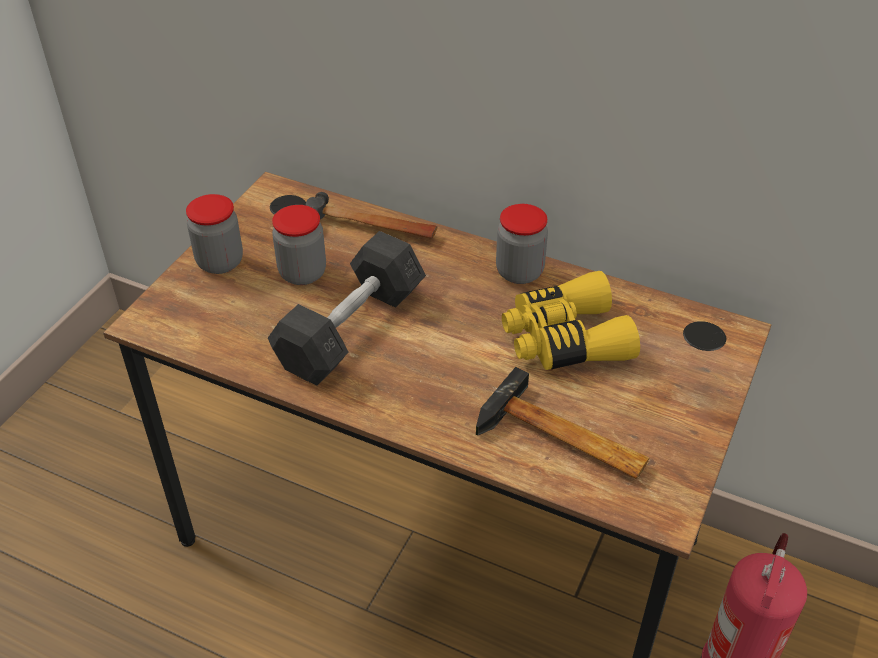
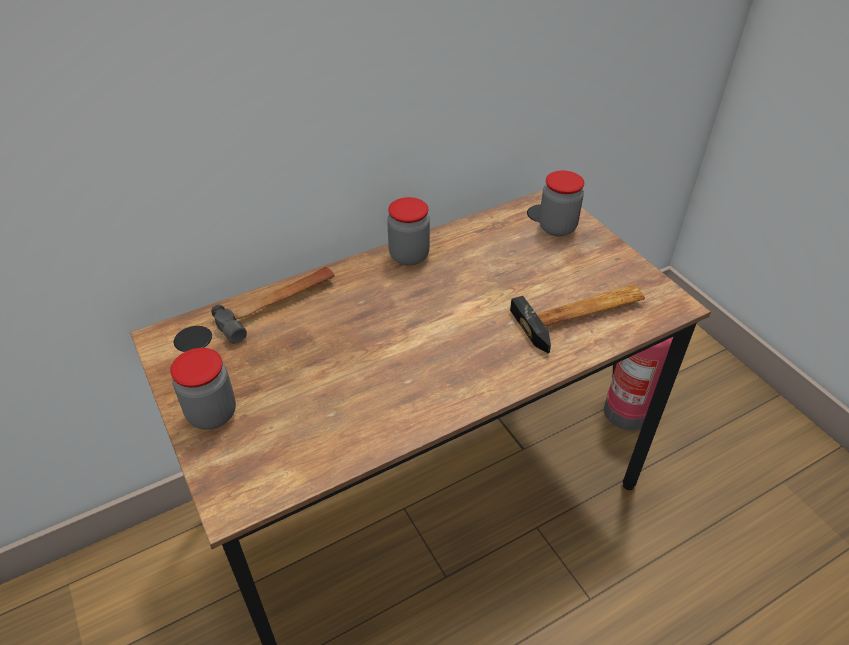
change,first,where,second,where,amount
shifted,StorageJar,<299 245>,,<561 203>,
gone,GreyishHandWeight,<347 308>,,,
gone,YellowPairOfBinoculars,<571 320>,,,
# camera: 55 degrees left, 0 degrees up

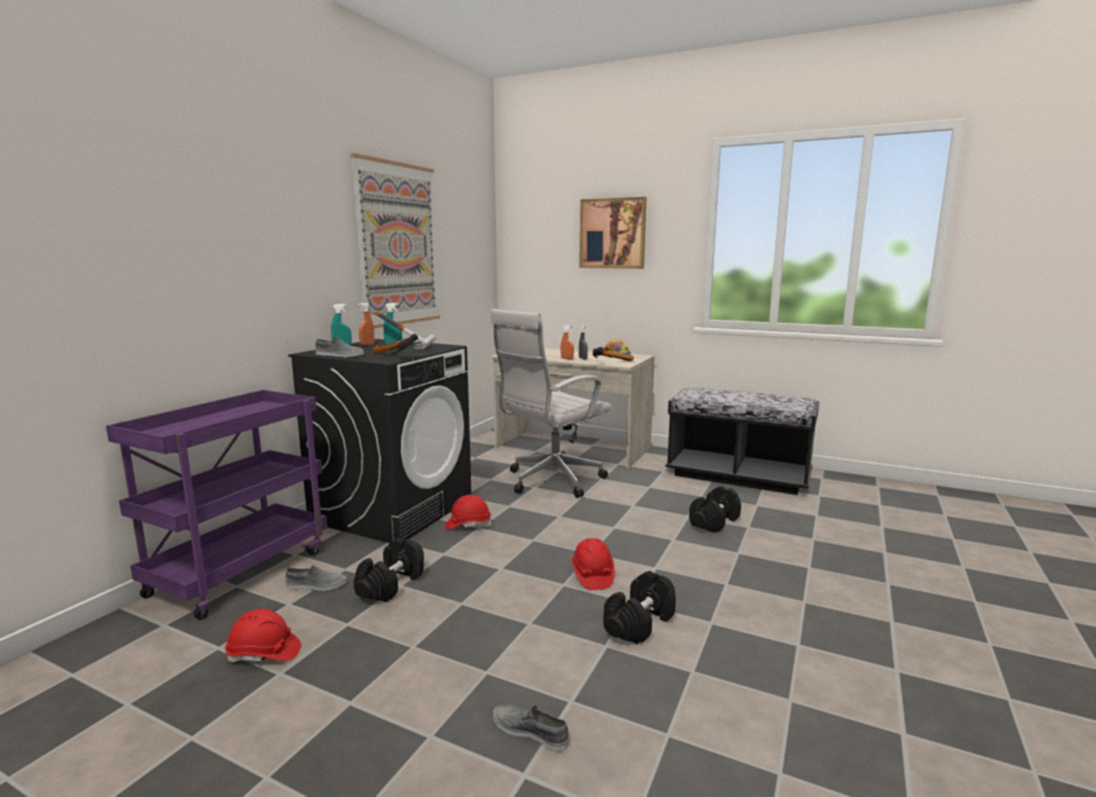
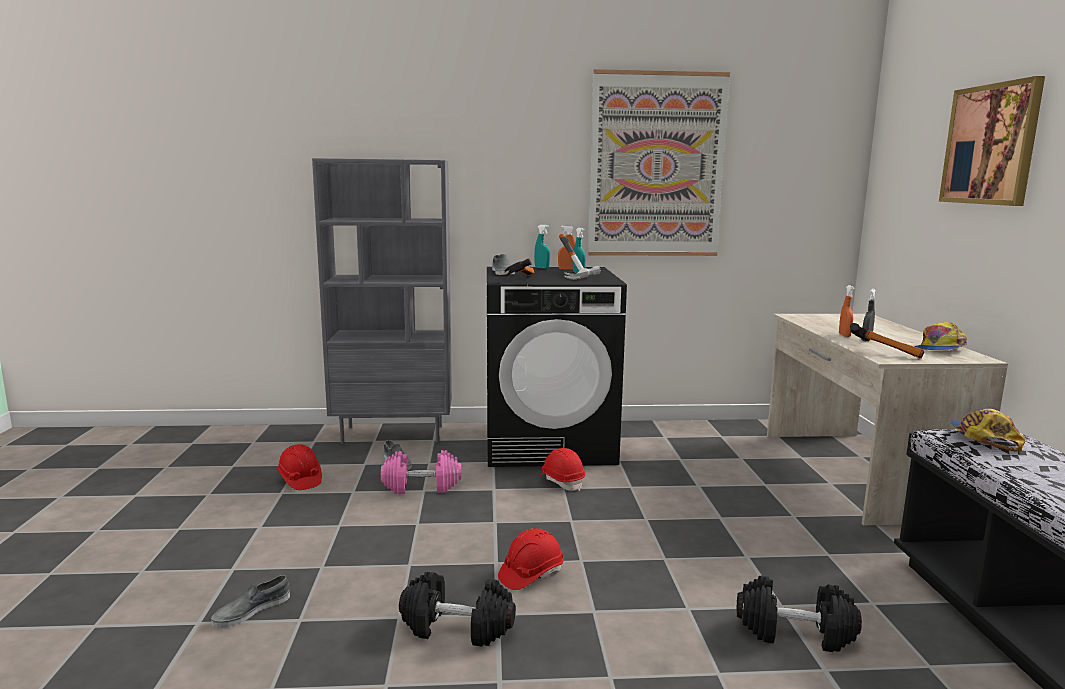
change,first,where,second,where,amount
rotated,GreyishLowShoe,<531 728>,,<250 601>,135 degrees counterclockwise
swapped,PurpleCart,<216 505>,GreyishBookcase,<382 301>,
repainted,BlackishHandWeight,<388 570>,PinkHandWeight,<421 472>,
new,,,BaseballCap,<987 430>,
gone,WhiteComputerChair,<551 403>,,,
# camera: 60 degrees right, 0 degrees up

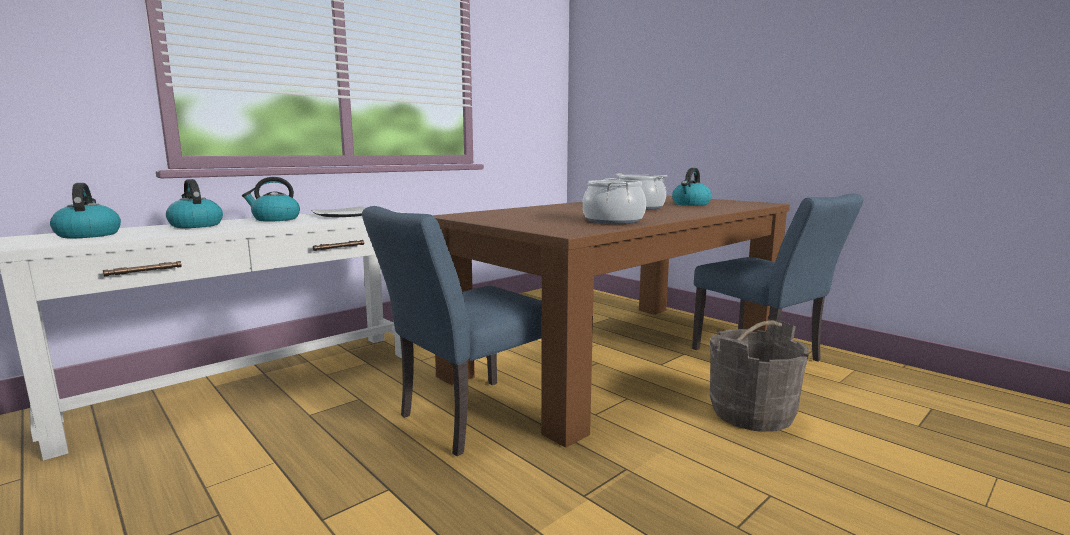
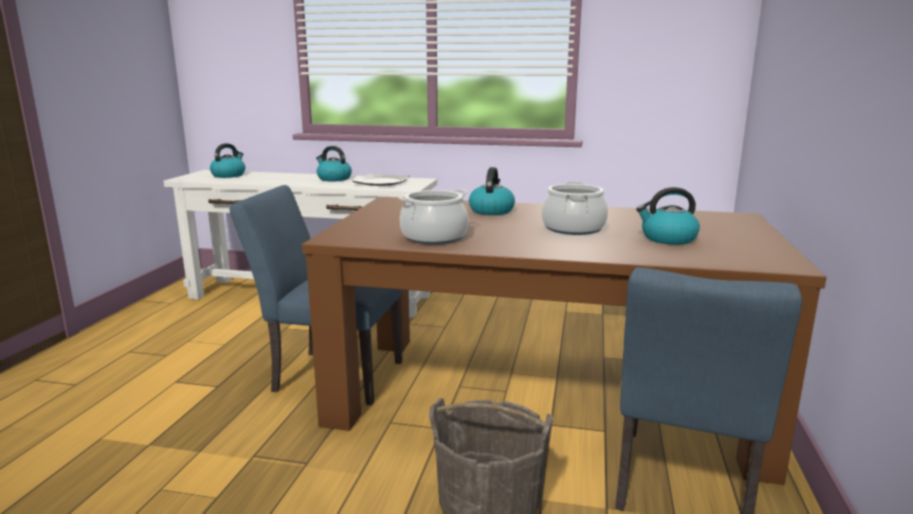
change,first,where,second,where,amount
shifted,WaterKettle,<194 203>,,<492 191>,
# camera: 55 degrees right, 5 degrees up

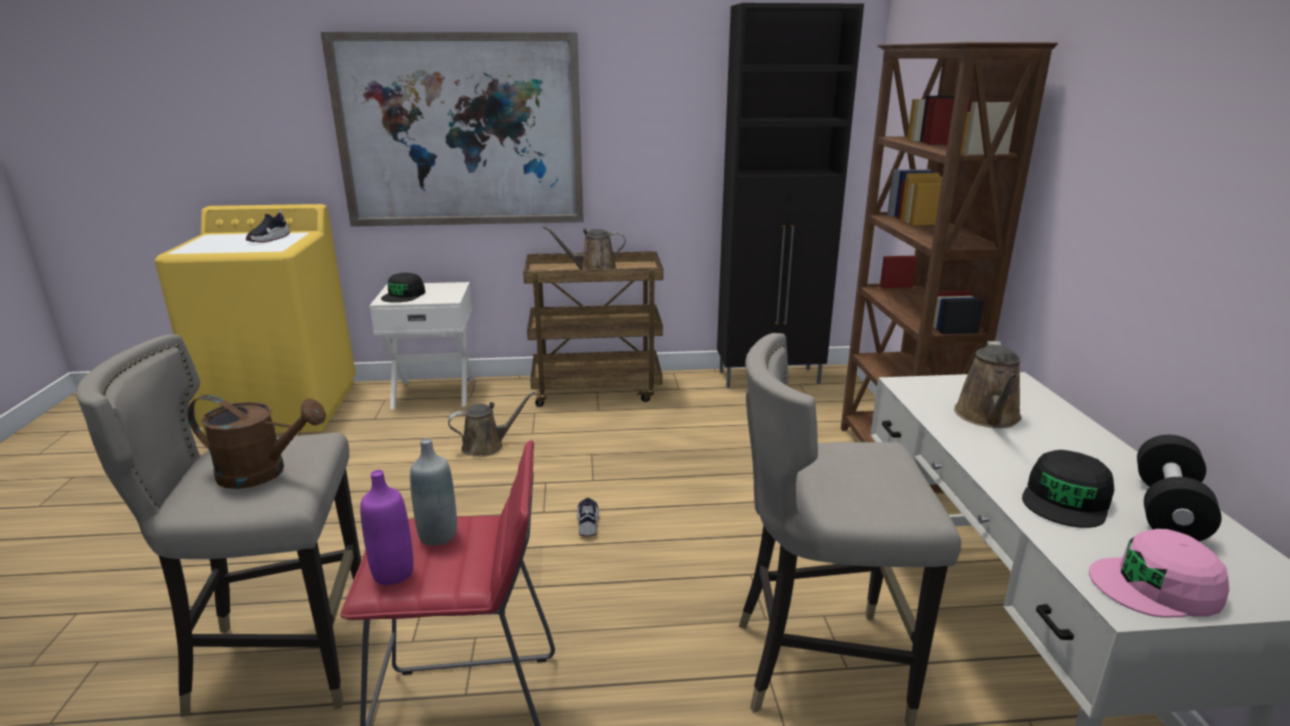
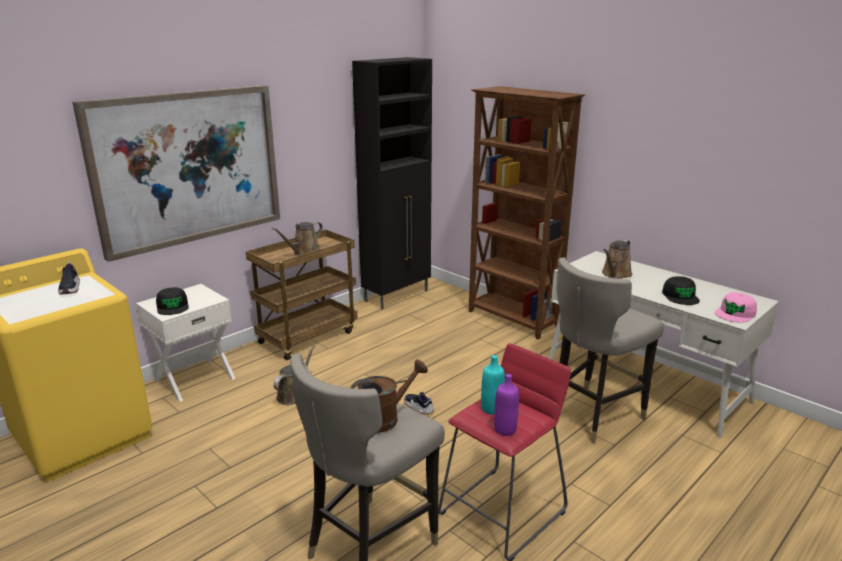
change,first,where,second,where,amount
repainted,GreyishDrinkBottle,<433 492>,TurquoiseDrinkBottle,<493 385>,
rotated,BrownSprinklingCan,<988 384>,,<617 259>,60 degrees clockwise
gone,BlackishHandWeight,<1179 488>,,,
# camera: 40 degrees left, 0 degrees up

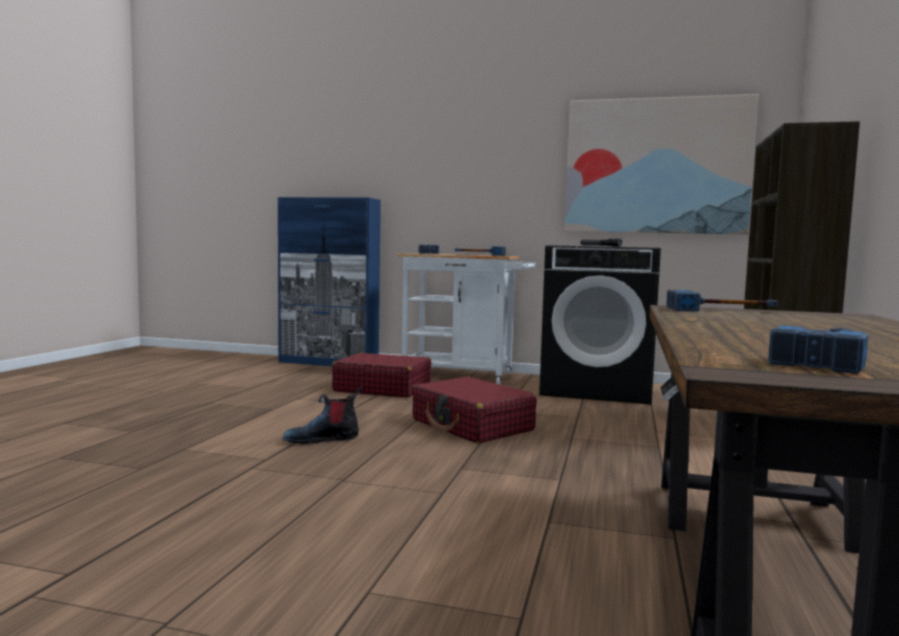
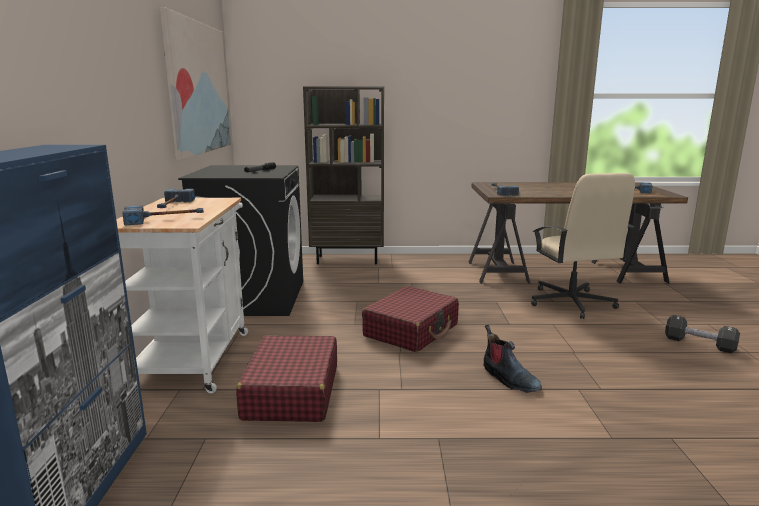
change,first,where,second,where,amount
new,,,SandColouredComputerChair,<583 246>,
new,,,BlackishHandWeight,<702 334>,
# camera: 105 degrees left, 10 degrees up

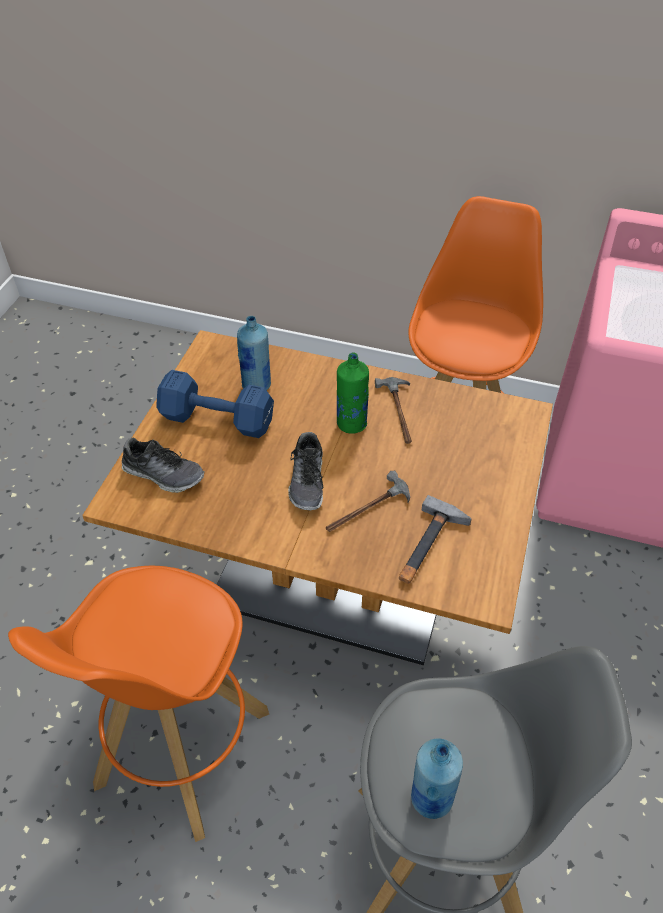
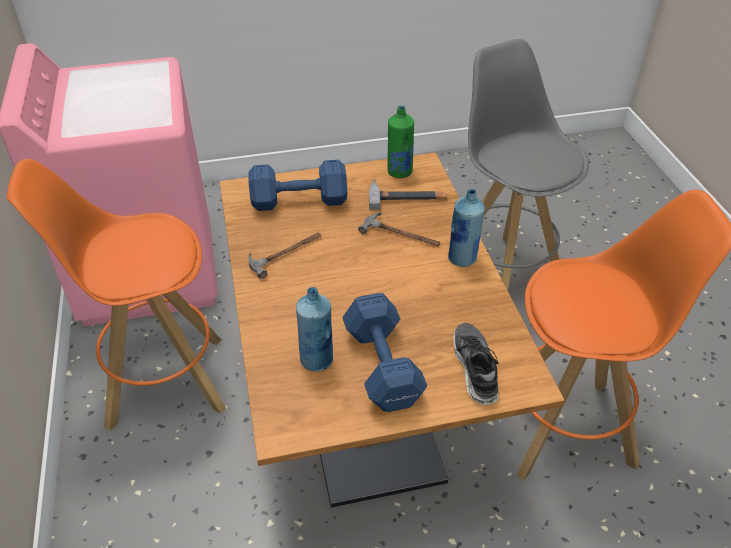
change,first,where,second,where,amount
new,,,BlueHandWeight,<298 185>,
shifted,GreenDrinkBottle,<353 393>,,<400 142>,
shifted,BlueDrinkBottle,<437 778>,,<466 228>,
gone,LowShoe,<305 471>,,,
# camera: 120 degrees left, 5 degrees down

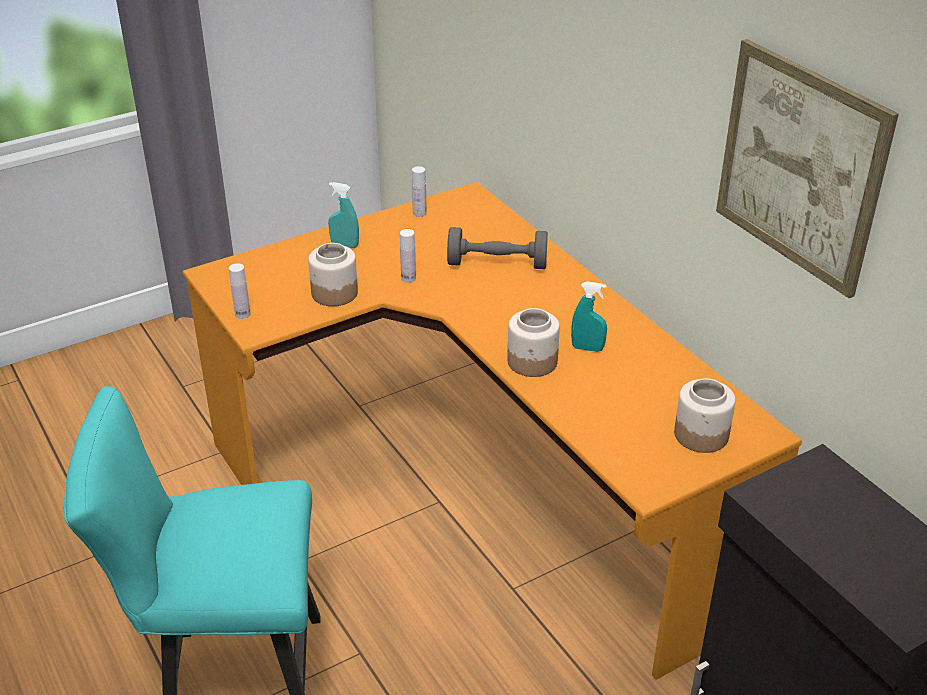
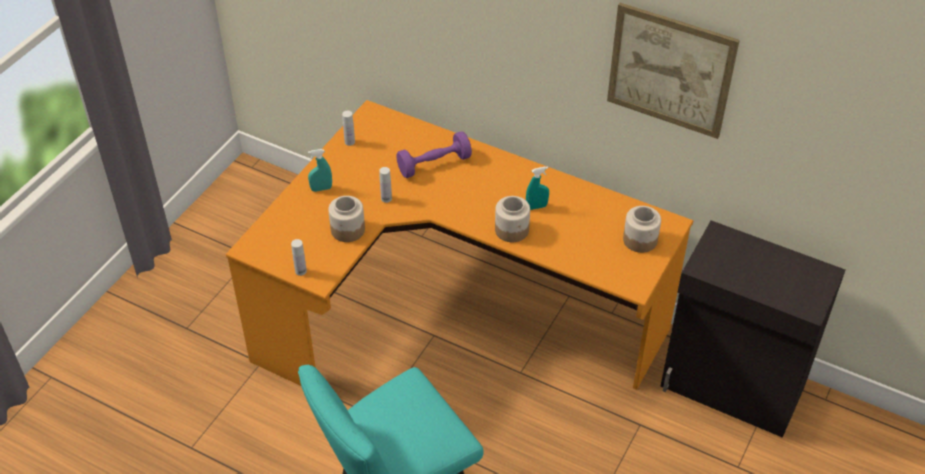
change,first,where,second,where,amount
repainted,GreyishHandWeight,<497 248>,PurpleHandWeight,<434 154>,
# camera: 30 degrees left, 10 degrees up

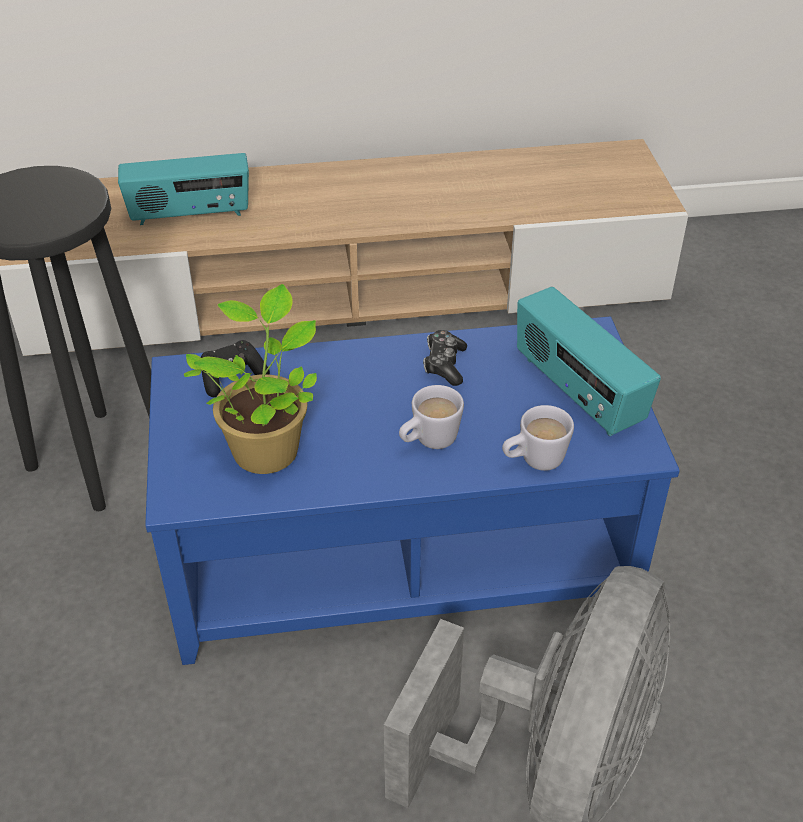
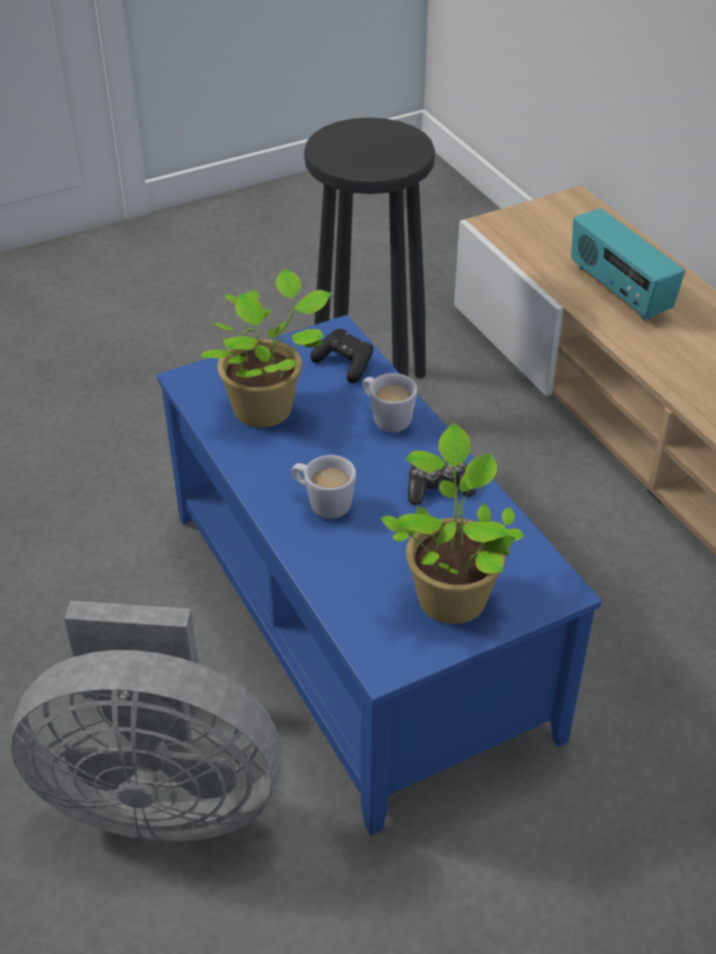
change,first,where,second,where,amount
shifted,WhiteCoffeeMug,<538 438>,,<390 403>,
swapped,RadioSet,<589 361>,PlantInAPot,<452 523>,
# camera: 70 degrees right, 0 degrees up

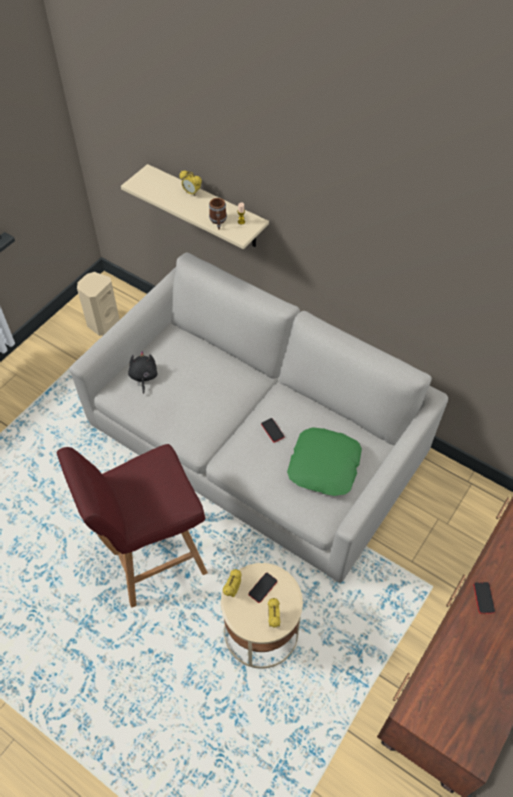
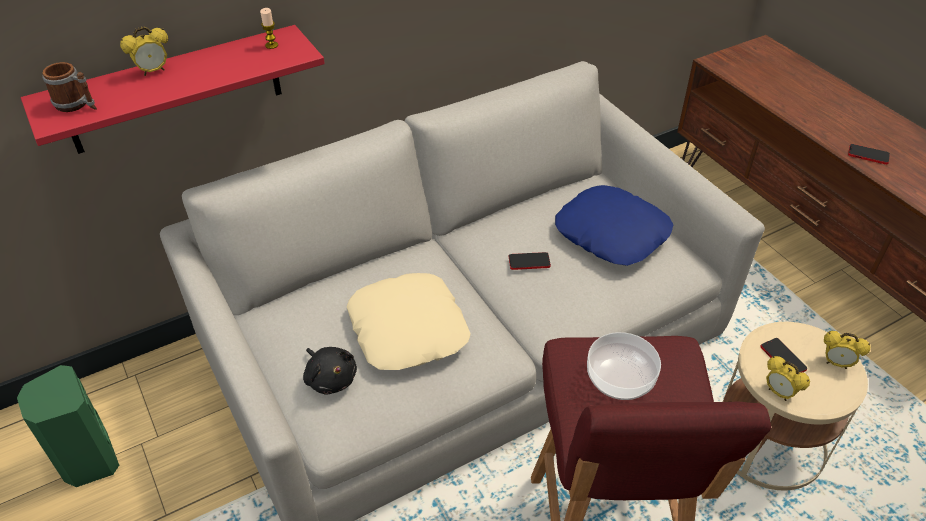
change,first,where,second,where,amount
repainted,SandColouredAudioSpeaker,<98 304>,GreenAudioSpeaker,<68 426>,
repainted,SandColouredBracketShelf,<195 206>,RedColouredBracketShelf,<173 89>,
shifted,CoffeeMug,<218 214>,,<69 87>,
rotated,BlackishSoftToy,<143 372>,,<330 371>,150 degrees counterclockwise
new,,,SandColouredPillow,<408 321>,
repainted,GreenPillow,<324 461>,BluePillow,<614 225>,
new,,,DeepDish,<624 366>,
# camera: 65 degrees left, 10 degrees down

